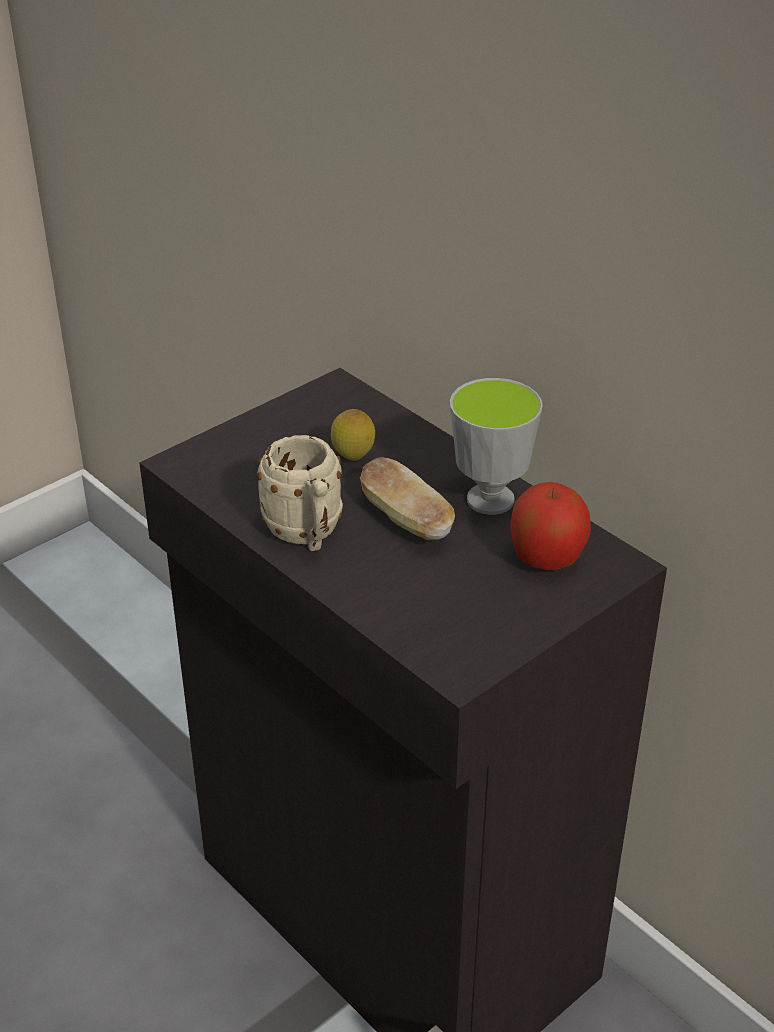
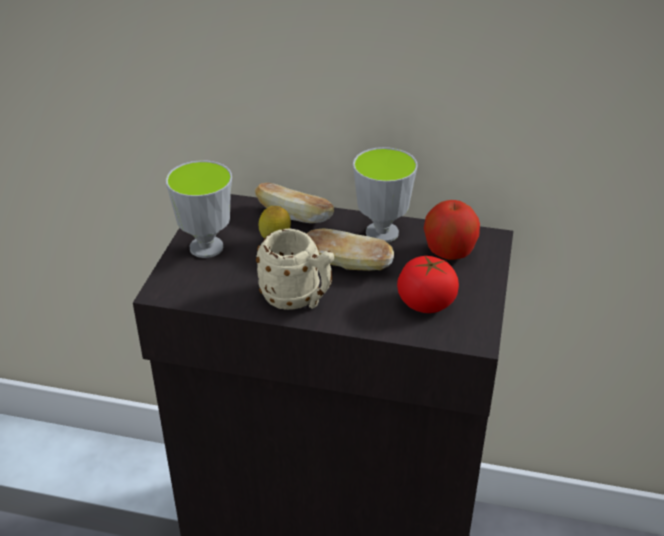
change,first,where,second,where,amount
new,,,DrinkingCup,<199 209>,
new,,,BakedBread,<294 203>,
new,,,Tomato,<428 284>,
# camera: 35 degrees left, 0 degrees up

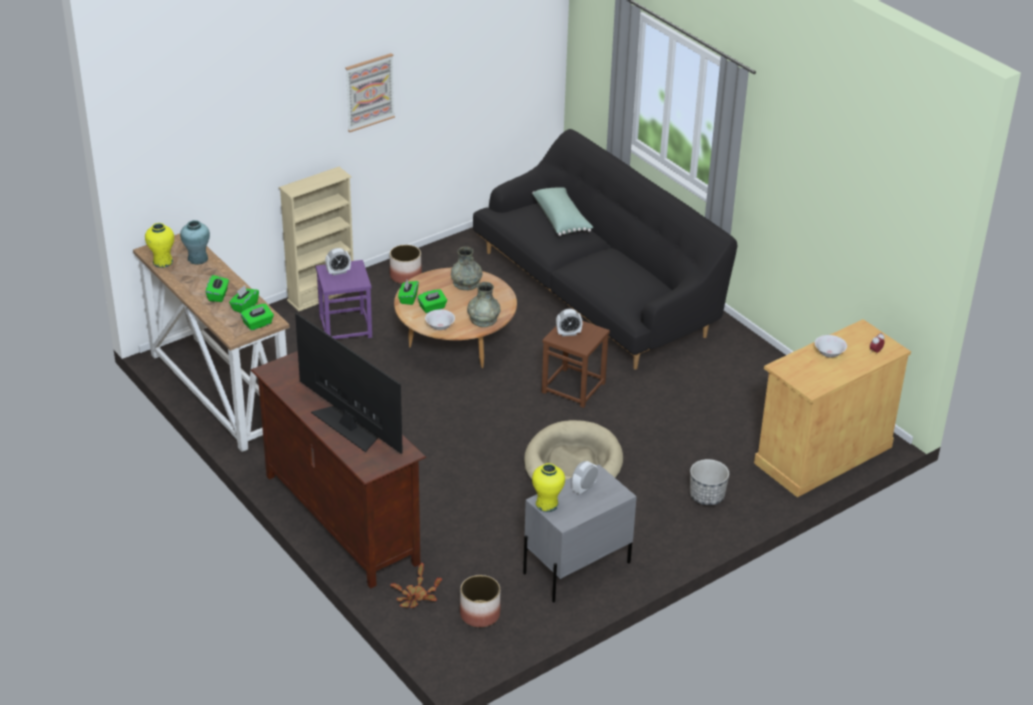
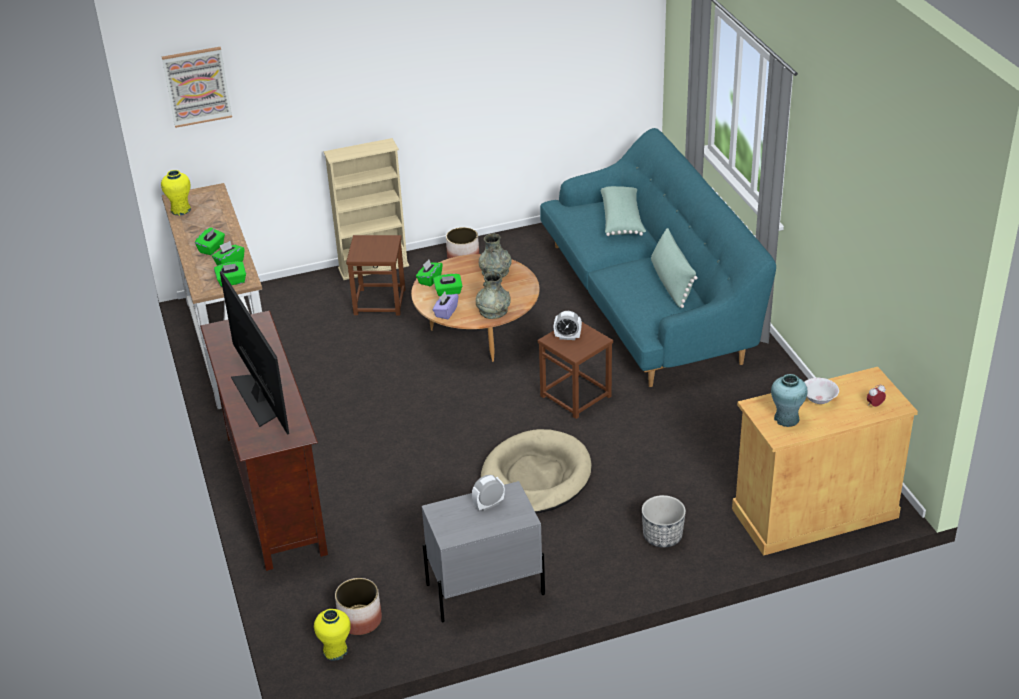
change,first,where,second,where,amount
shifted,WallPicture,<370 92>,,<197 87>,
shifted,YellowDecorativeVase,<548 487>,,<332 635>,
repainted,PurpleStool,<344 299>,BrownStool,<375 275>,
swapped,WhiteDeepDish,<440 319>,PurpleBoxOfTissues,<445 305>,
repainted,BlackishCouch,<605 249>,TurquoiseCouch,<658 257>,
new,,,GreenPillow,<674 268>,
shifted,TurquoiseDecorativeVase,<195 242>,,<789 400>,
gone,TableClock,<338 261>,,,
gone,PlantInAPot,<416 585>,,,
# camera: 20 degrees right, 0 degrees up

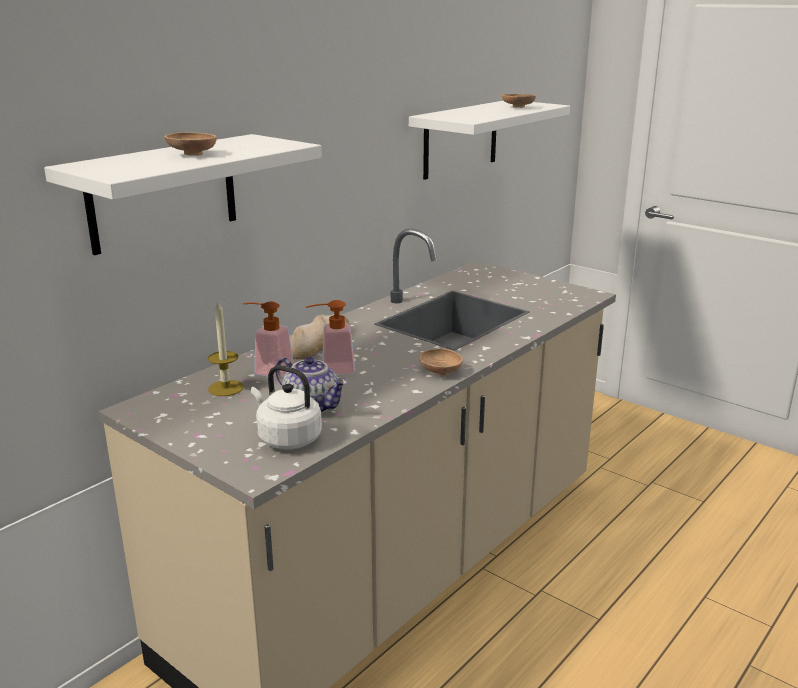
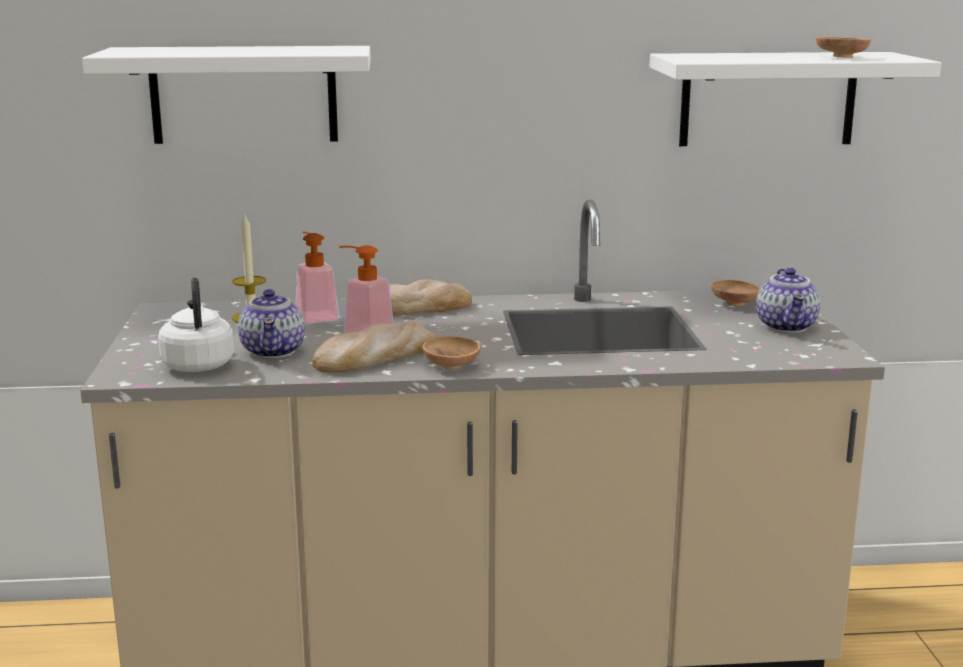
change,first,where,second,where,amount
new,,,BakedBread,<374 346>,
shifted,BrownDeepDish,<190 144>,,<735 293>,
new,,,PotForTea,<788 300>,
# camera: 45 degrees right, 5 degrees down

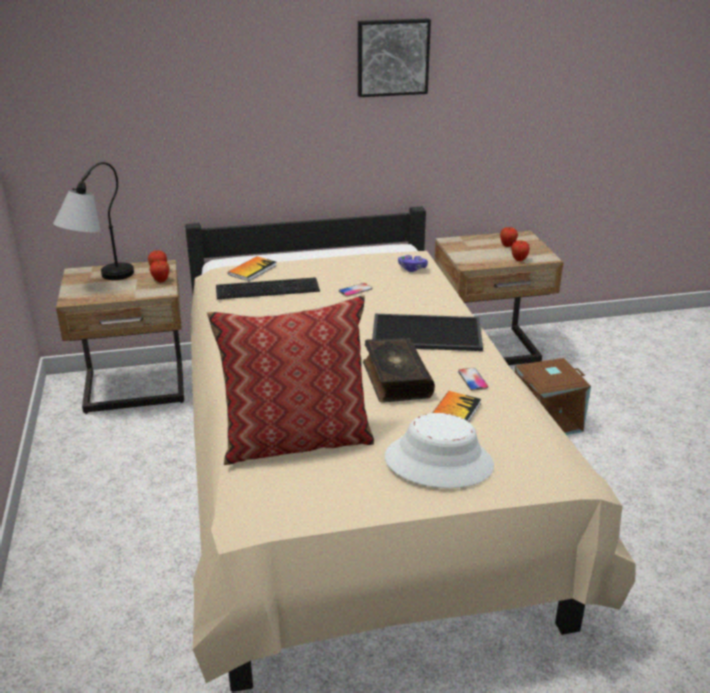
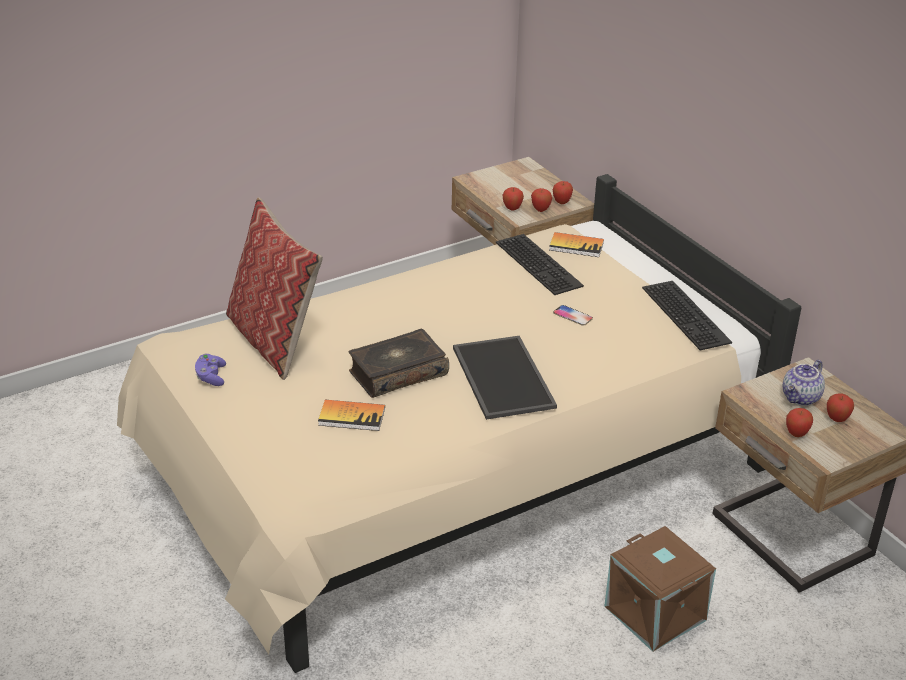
change,first,where,second,where,amount
shifted,PurpleGameController,<413 263>,,<210 370>,
new,,,AppleFruit,<513 199>,
new,,,ComputerKeyboard,<687 316>,
new,,,PotForTea,<804 383>,
gone,LampForATable,<93 221>,,,
gone,WallPicture,<394 58>,,,
gone,WhiteWearableHat,<439 450>,,,
gone,Handset,<473 379>,,,
# camera: 70 degrees right, 5 degrees up

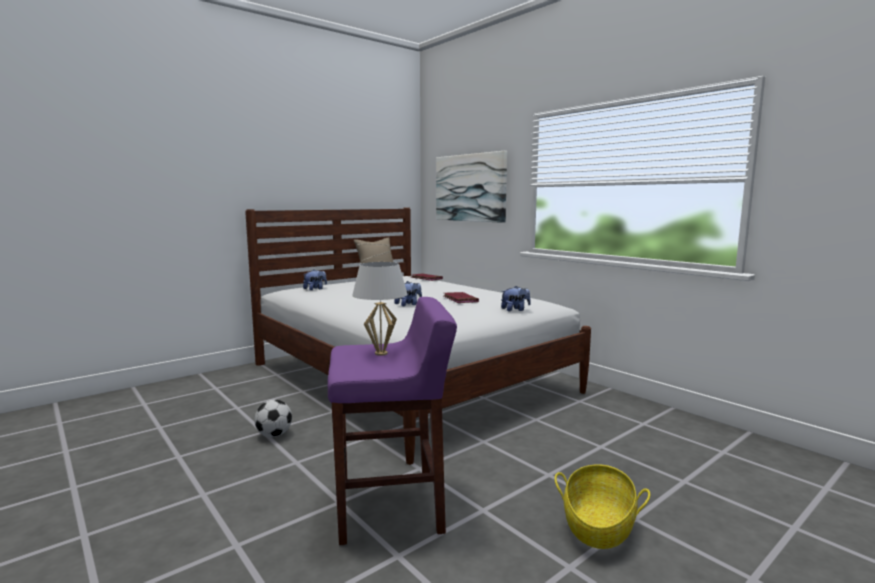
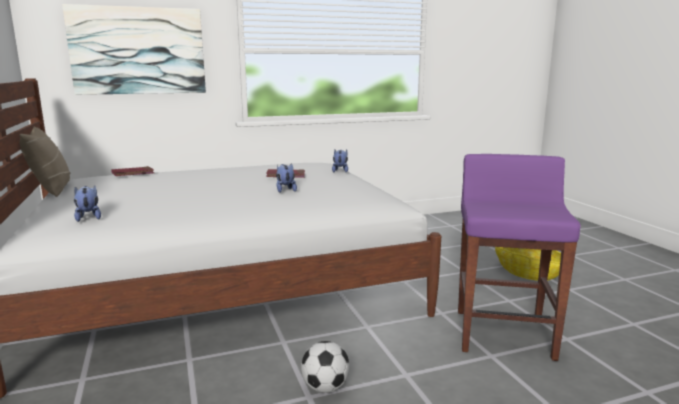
change,first,where,second,where,amount
gone,WhiteLampForATable,<380 309>,,,
# camera: 70 degrees left, 5 degrees up

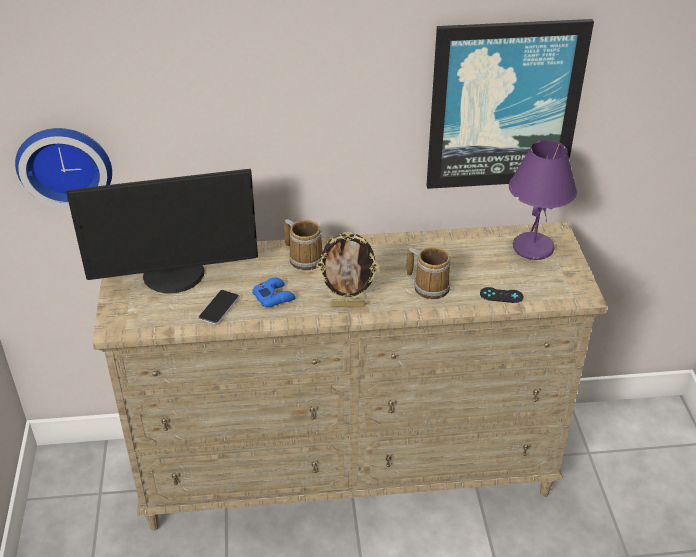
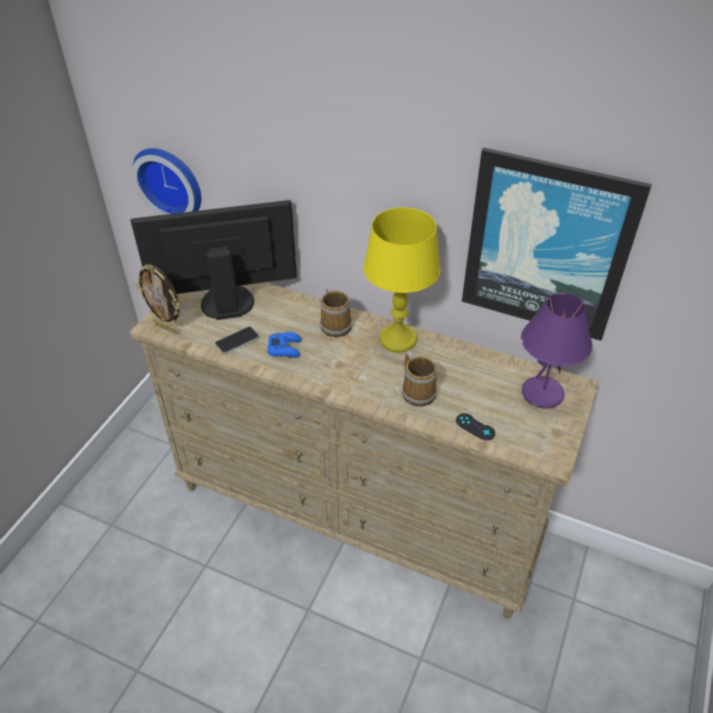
change,first,where,second,where,amount
rotated,Monitor,<162 231>,,<213 260>,150 degrees clockwise
shifted,PhotoFrame,<348 269>,,<158 299>,
new,,,YellowLampForATable,<401 280>,
# camera: 30 degrees right, 5 degrees up

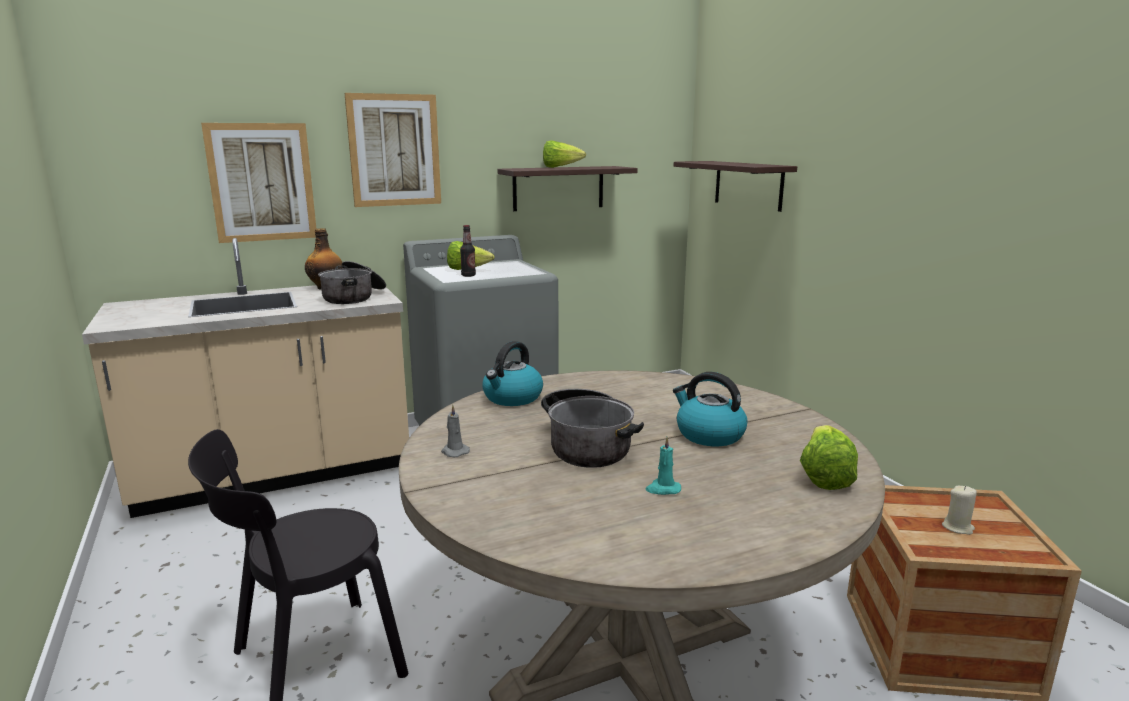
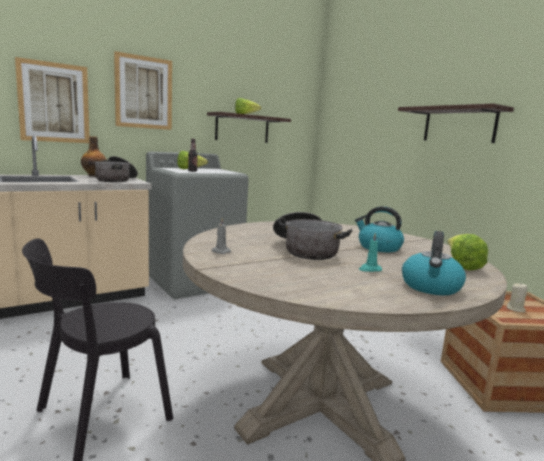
change,first,where,second,where,amount
shifted,BracketShelf,<735 186>,,<456 123>,
shifted,WaterKettle,<513 373>,,<434 263>,
# camera: 10 degrees left, 5 degrees down

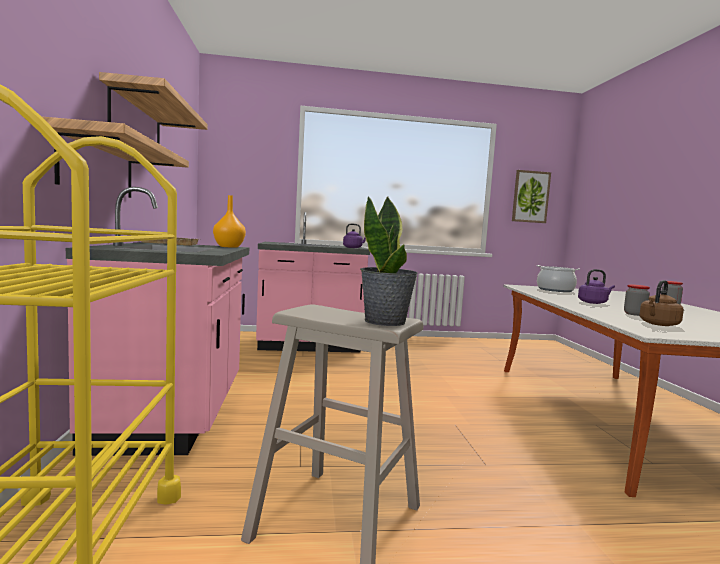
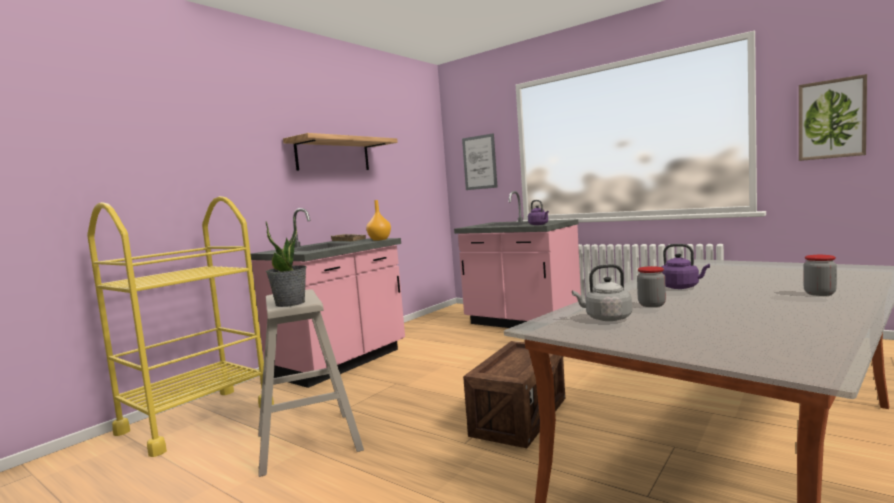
change,first,where,second,where,amount
new,,,WallPicture,<480 161>,
new,,,Crate,<514 394>,
repainted,BrownWaterKettle,<661 303>,GreyishWaterKettle,<602 292>,
gone,BracketShelf,<115 157>,,,
gone,Stockpot,<558 278>,,,
# camera: 45 degrees right, 0 degrees up

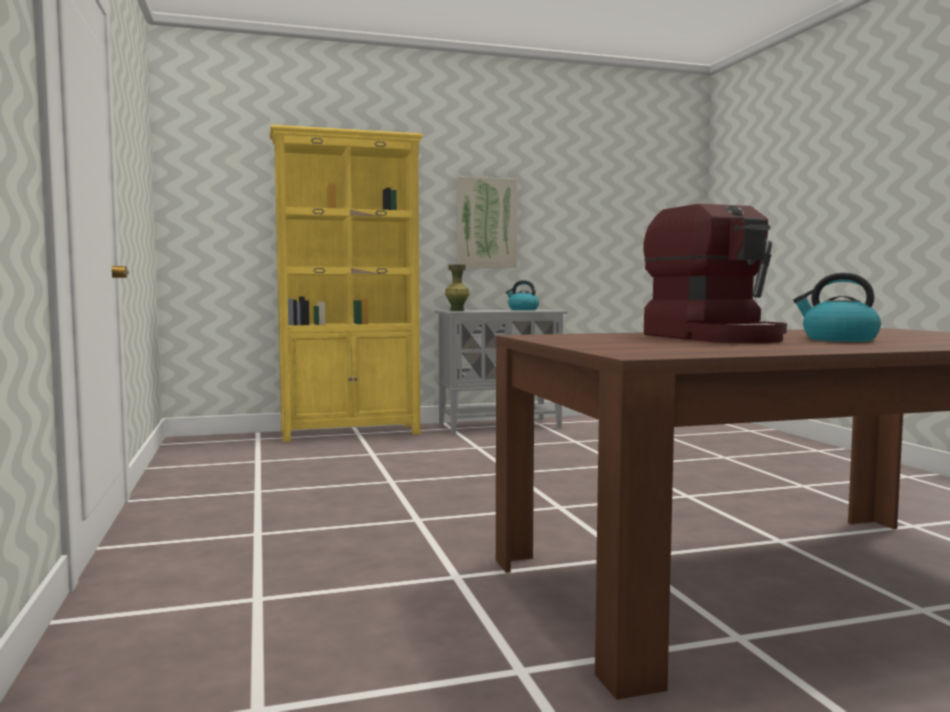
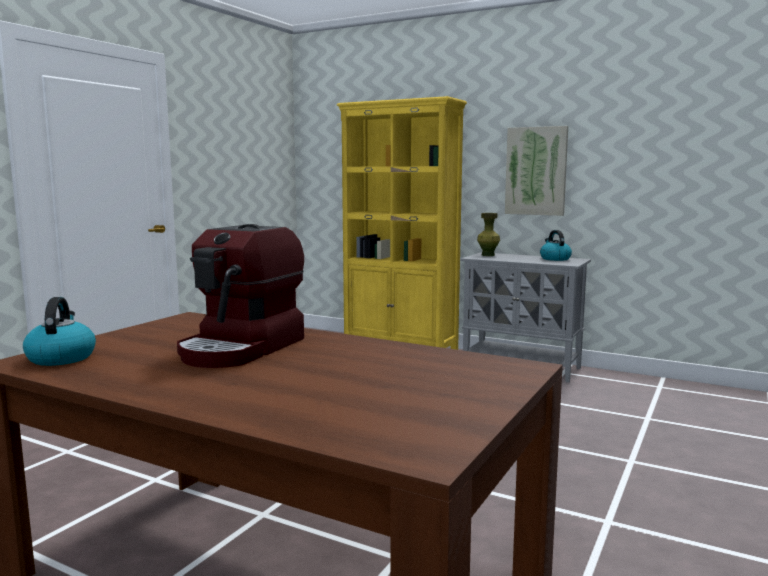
change,first,where,second,where,amount
shifted,WaterKettle,<837 307>,,<59 331>,
# camera: 45 degrees right, 5 degrees up

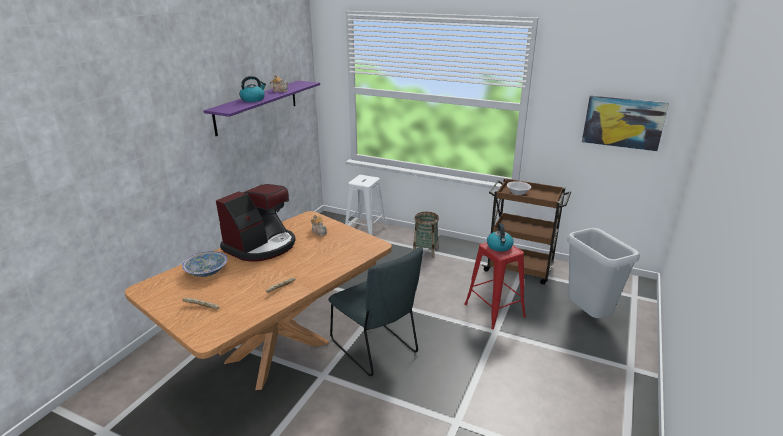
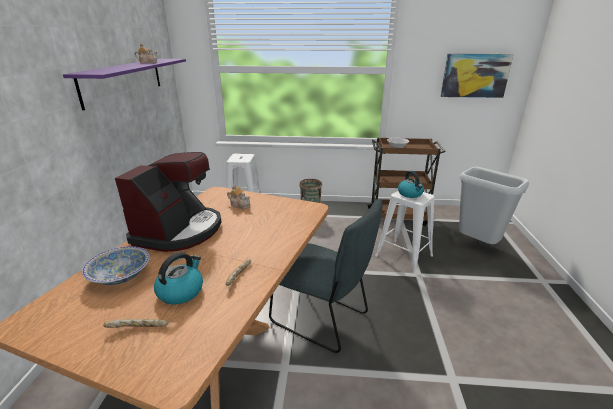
change,first,where,second,where,amount
shifted,WaterKettle,<253 89>,,<178 278>,
repainted,RedColouredStool,<495 285>,WhiteStool,<404 232>,
# camera: 20 degrees left, 0 degrees up

